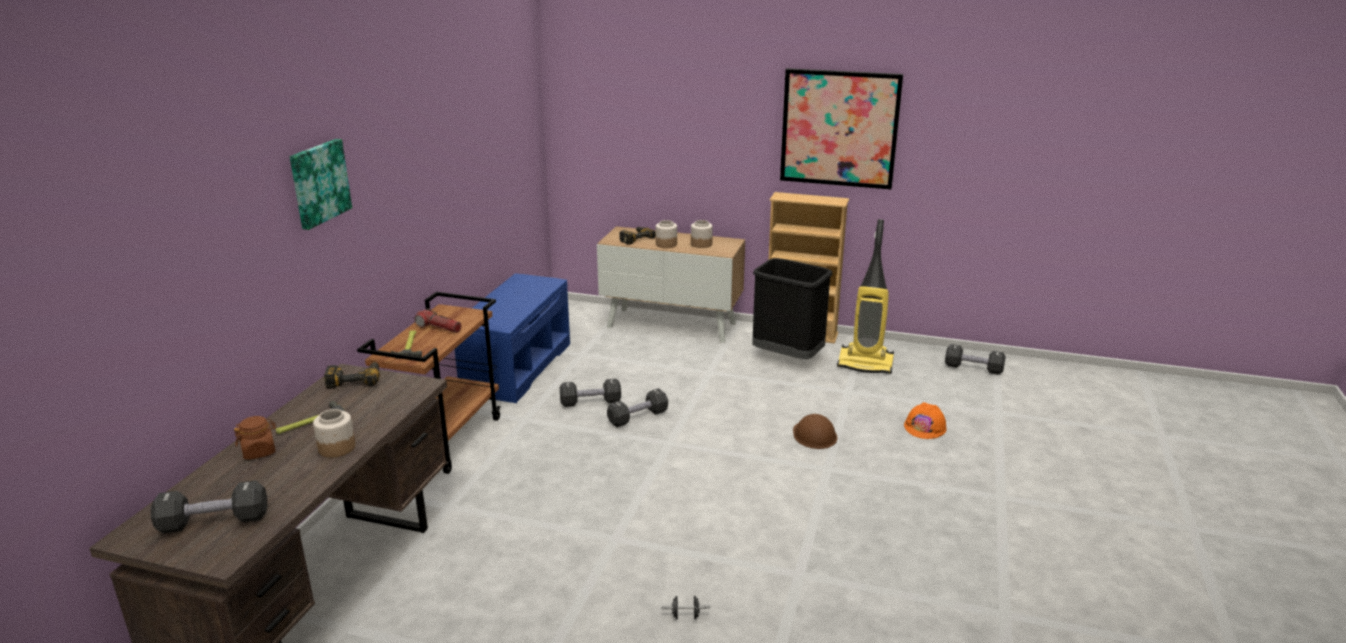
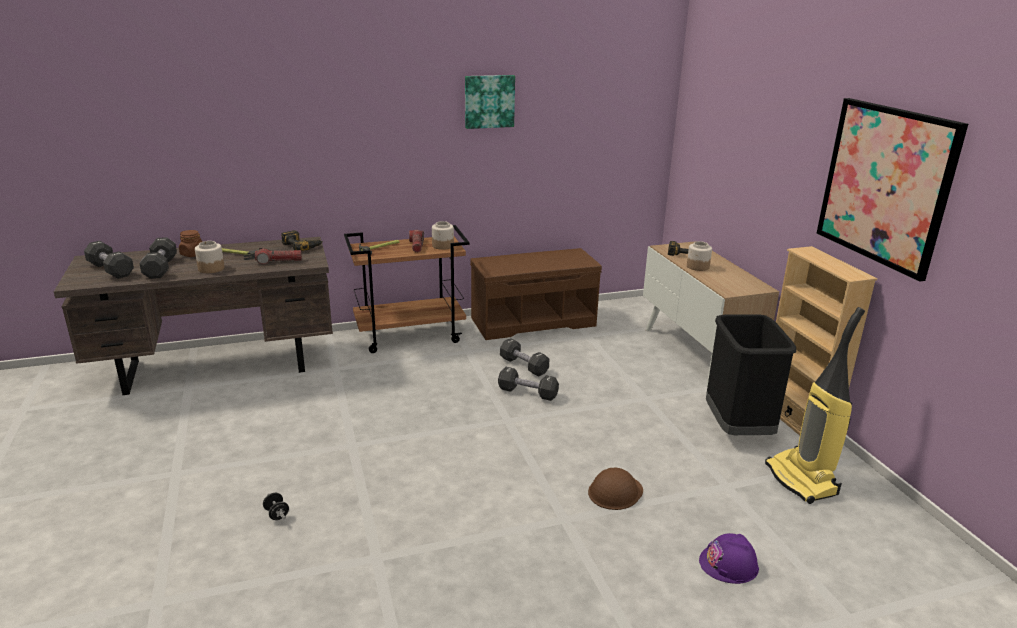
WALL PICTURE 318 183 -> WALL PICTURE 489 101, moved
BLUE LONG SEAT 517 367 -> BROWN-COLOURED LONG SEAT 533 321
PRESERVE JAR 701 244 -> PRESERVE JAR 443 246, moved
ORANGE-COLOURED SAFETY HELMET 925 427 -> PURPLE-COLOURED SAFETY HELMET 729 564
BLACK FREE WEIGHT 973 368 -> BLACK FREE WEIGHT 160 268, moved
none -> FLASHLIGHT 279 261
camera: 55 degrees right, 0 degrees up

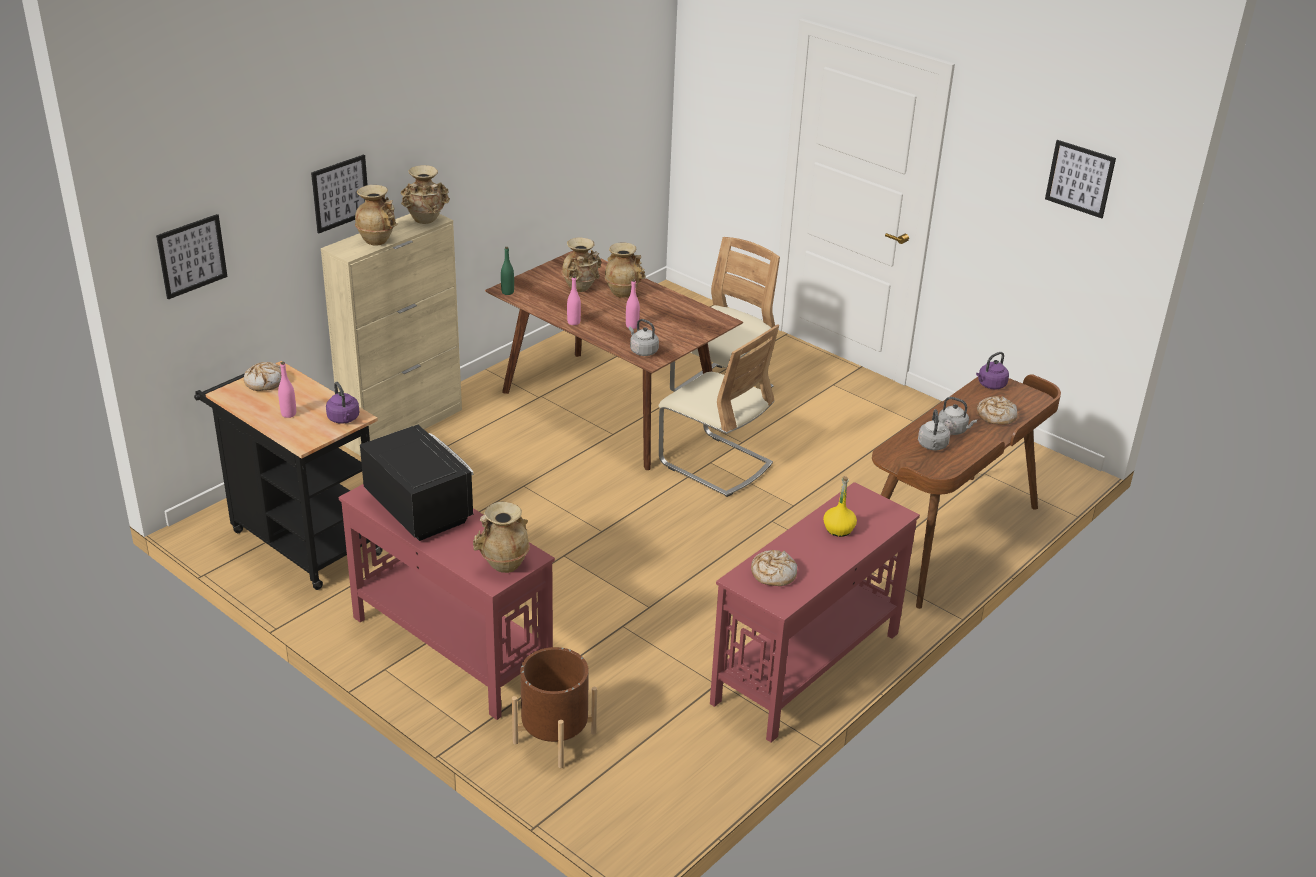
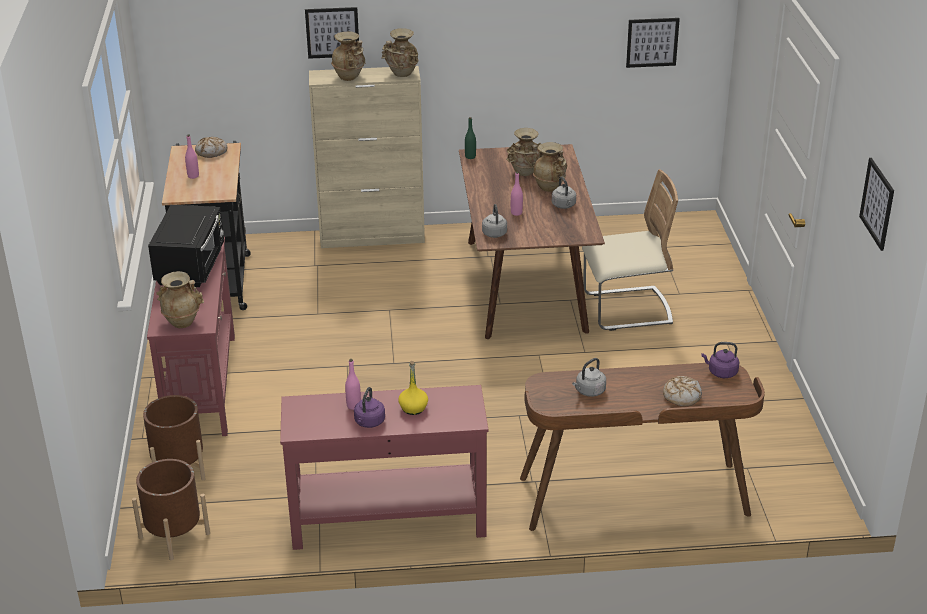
WALL PICTURE 192 256 -> WALL PICTURE 652 42, moved
PURPLE-COLOURED TEA KETTLE 344 419 -> PURPLE-COLOURED TEA KETTLE 369 422, moved
PINK-COLOURED BOTTLE 573 322 -> PINK-COLOURED BOTTLE 353 406, moved
SAND-COLOURED UPRIGHT CHAIR 715 464 -> none
BAKERY BREAD 773 574 -> none
GREY TEA KETTLE 953 430 -> GREY TEA KETTLE 564 206, moved
none -> BROWN-COLOURED PLANTER 174 535
camera: 45 degrees right, 0 degrees up

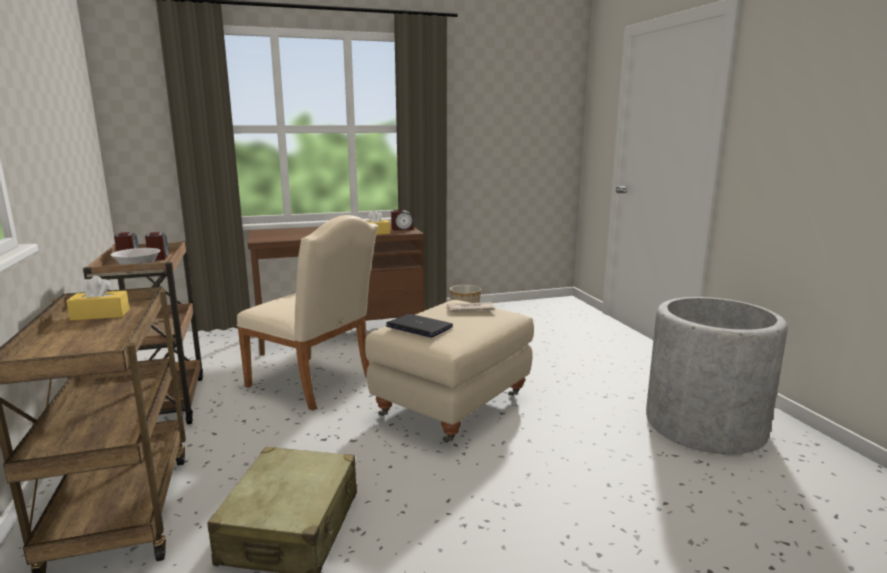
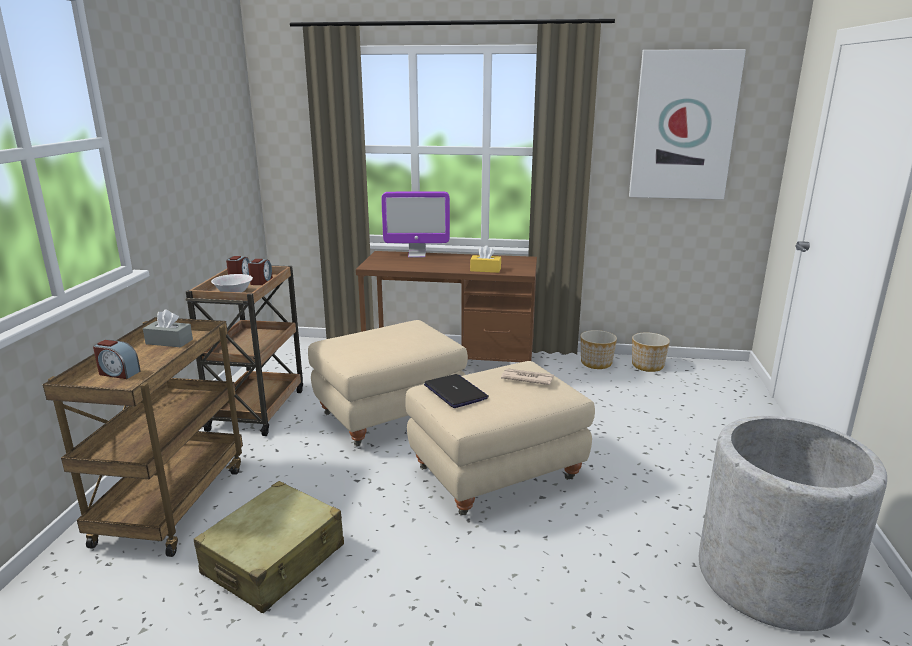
YELLOW-COLOURED BOX OF TISSUES 100 315 -> GREY BOX OF TISSUES 169 342
SAND-COLOURED UPRIGHT CHAIR 315 383 -> SAND-COLOURED FOOTREST 390 418
TABLE CLOCK 402 229 -> TABLE CLOCK 118 373, moved
none -> MONITOR 417 255
none -> WALL PICTURE 683 126
none -> PLANTER 647 366
camera: 25 degrees right, 5 degrees up

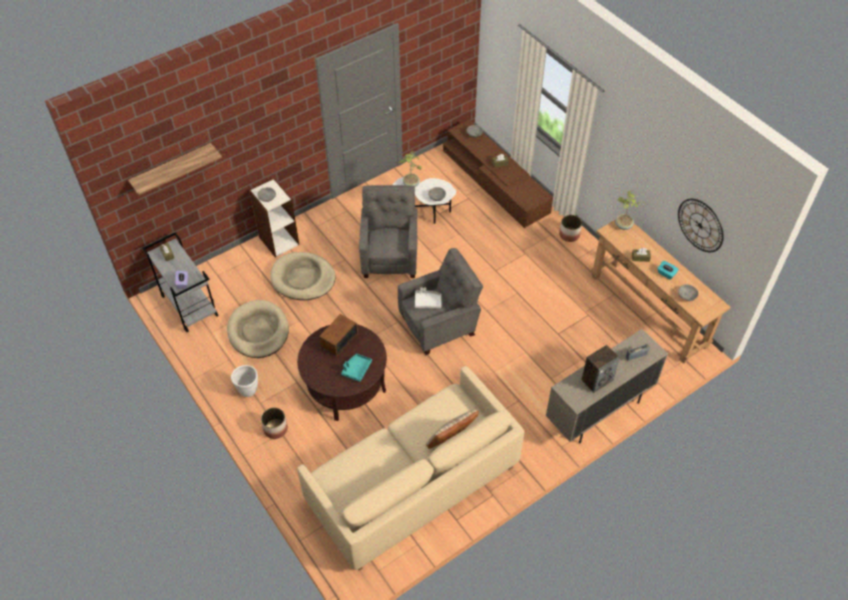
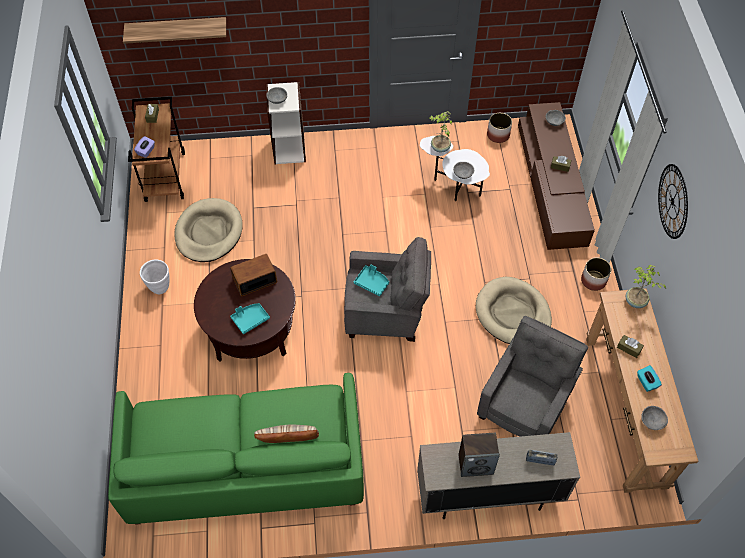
GREY CART 189 306 -> BROWN-COLOURED CART 164 176
PLANTER 276 429 -> PLANTER 498 135, moved
SAND-COLOURED DOG BED 303 278 -> SAND-COLOURED DOG BED 512 313, moved
SAND-COLOURED SETTEE 412 483 -> GREEN-COLOURED SETTEE 245 465
GREY LOUNGE CHAIR 390 256 -> GREY LOUNGE CHAIR 525 404, moved
WHITISH CARRYING TRAY 427 302 -> TURQUOISE-COLOURED CARRYING TRAY 372 283
CLOCK ON THE WALL 700 225 -> CLOCK ON THE WALL 672 201, moved
camera: 30 degrees right, 5 degrees up

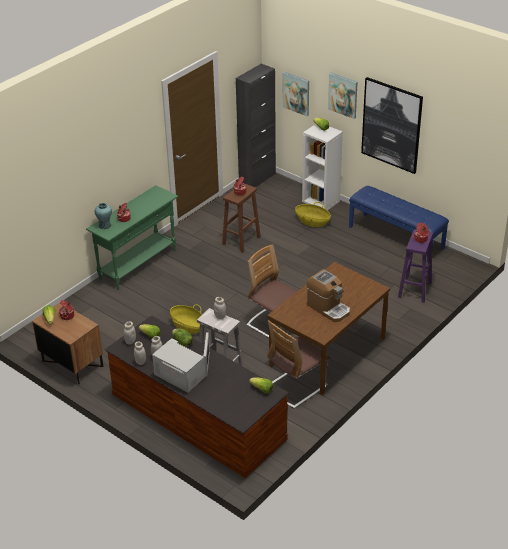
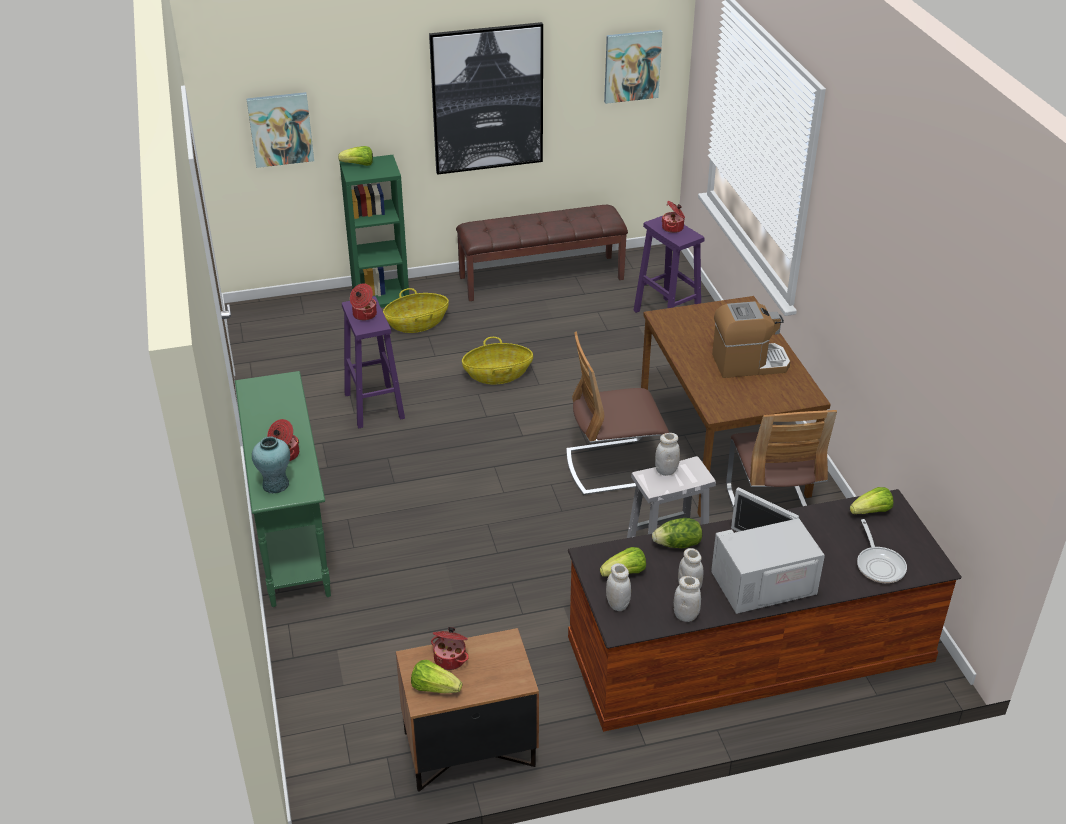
HOUSEHOLD BASKET 188 326 -> HOUSEHOLD BASKET 497 375, moved
BROWN-COLOURED STOOL SEAT 241 241 -> PURPLE-COLOURED STOOL SEAT 375 406
BLACK CABINET 257 179 -> none
WHITISH BOOKSHELF 321 201 -> GREEN-COLOURED BOOKSHELF 381 295
WALL PICTURE 343 95 -> WALL PICTURE 632 66, moved
BLUE LONG SEAT 396 237 -> BROWN-COLOURED LONG SEAT 541 277
none -> FRYING PAN 879 565
camera: 55 degrees left, 0 degrees up

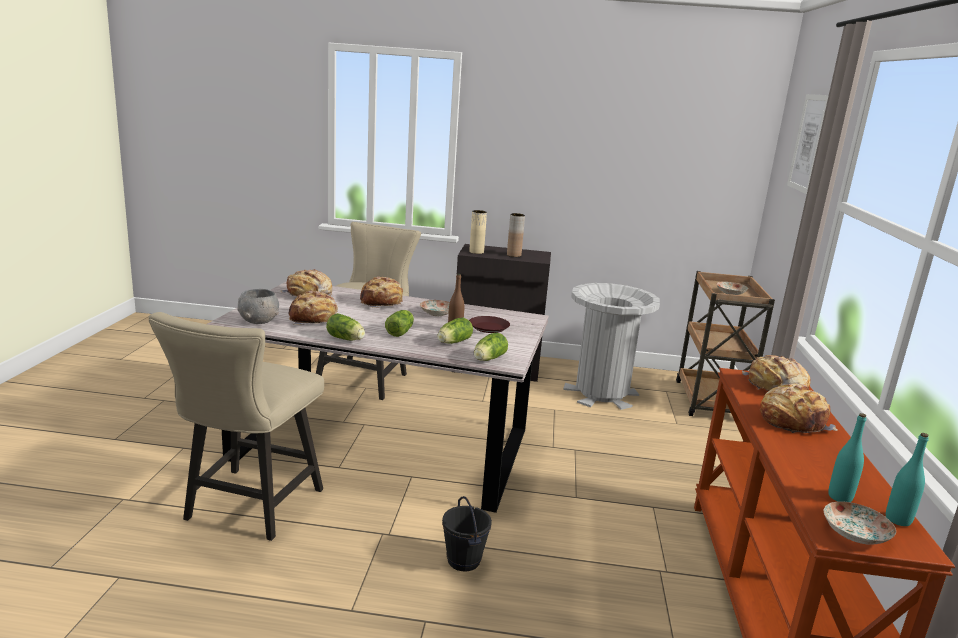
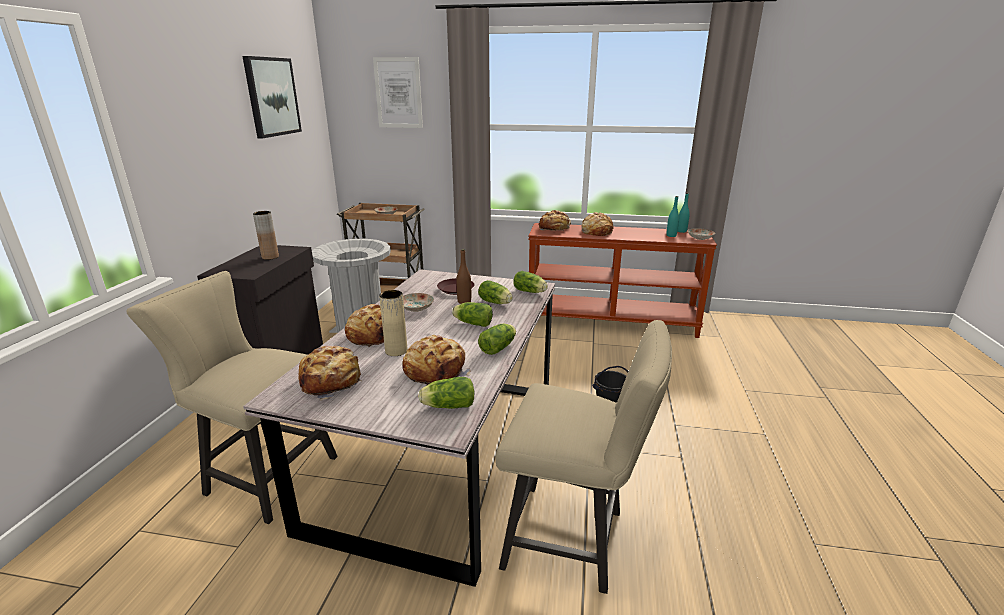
GREY SERVING BOWL 258 321 -> LETTUCE 447 406
SAND-COLOURED VASE 476 252 -> SAND-COLOURED VASE 396 351, moved
none -> WALL PICTURE 272 97
camera: 85 degrees left, 5 degrees up

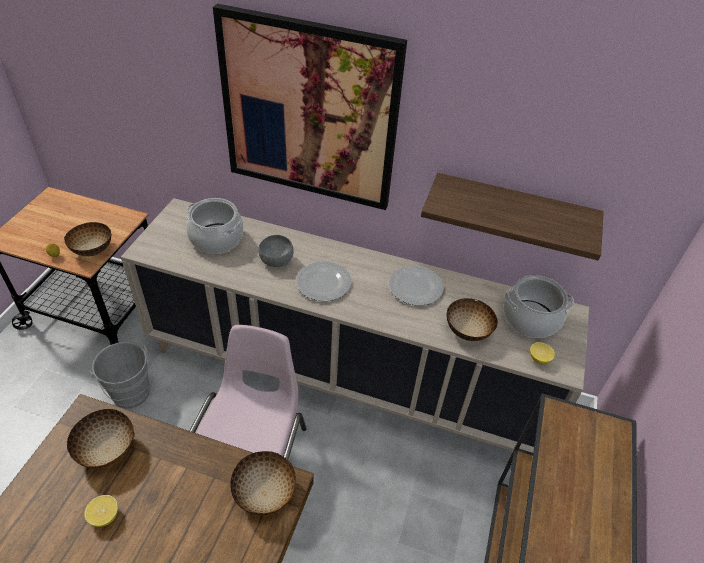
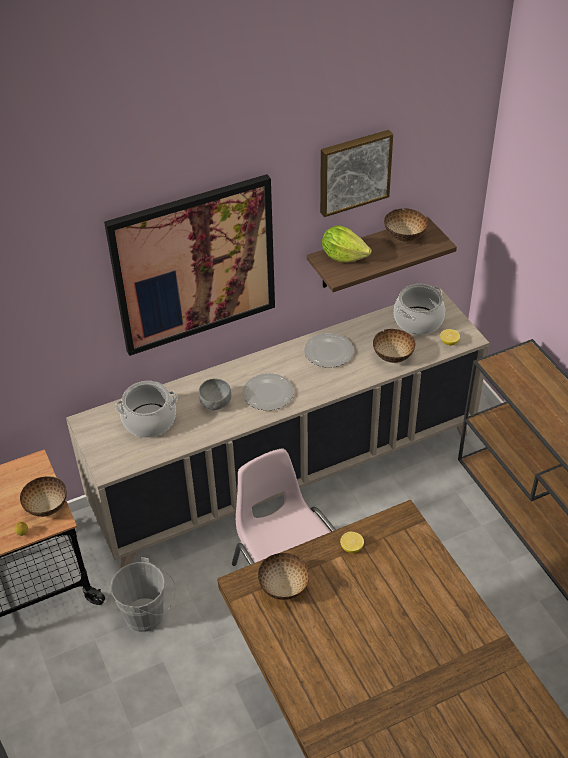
WHOLE LEMON 104 516 -> WHOLE LEMON 351 547, moved
SERVING BOWL 264 495 -> SERVING BOWL 405 237, moved
none -> WALL PICTURE 353 171
none -> LETTUCE 343 256
camera: 40 degrees left, 0 degrees up

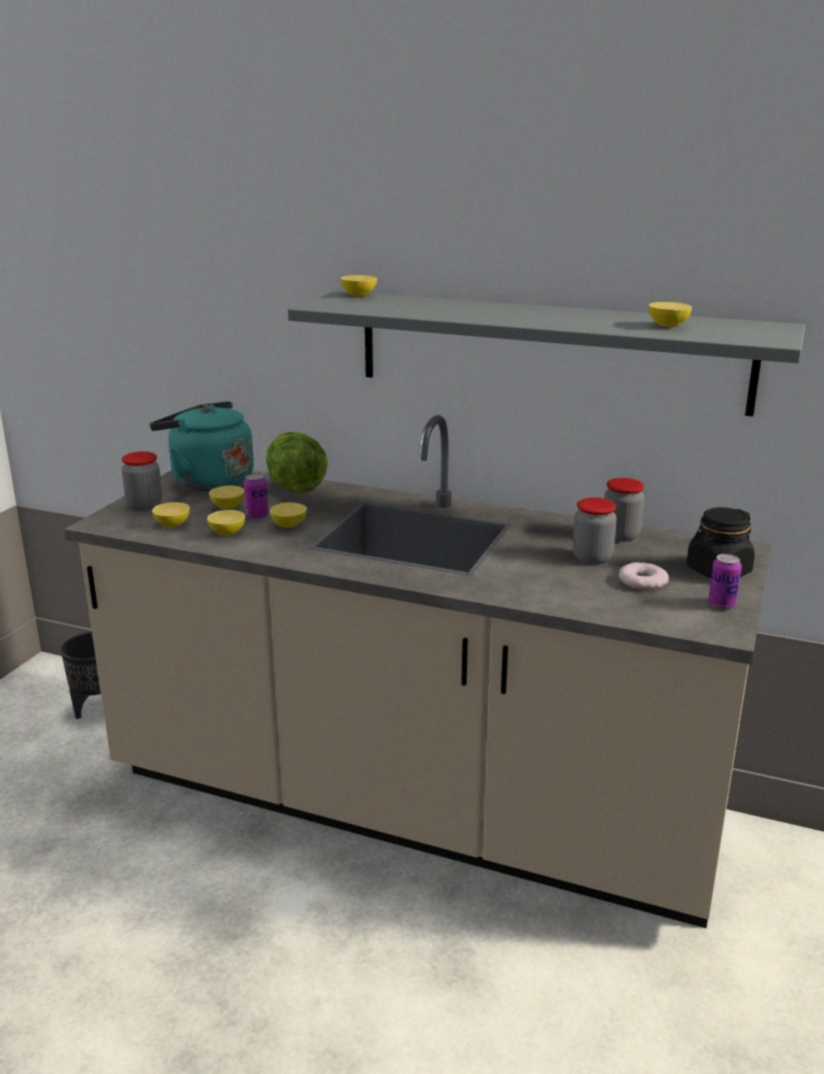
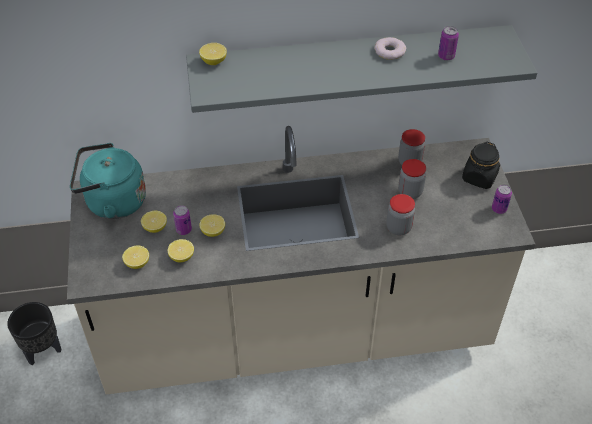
PRESERVE JAR 144 505 -> PRESERVE JAR 398 227, moved
LETTUCE 296 488 -> none
DONUT 642 581 -> DONUT 389 51, moved
WHOLE LEMON 668 326 -> METAL CAN 446 56
camera: 30 degrees left, 25 degrees up

